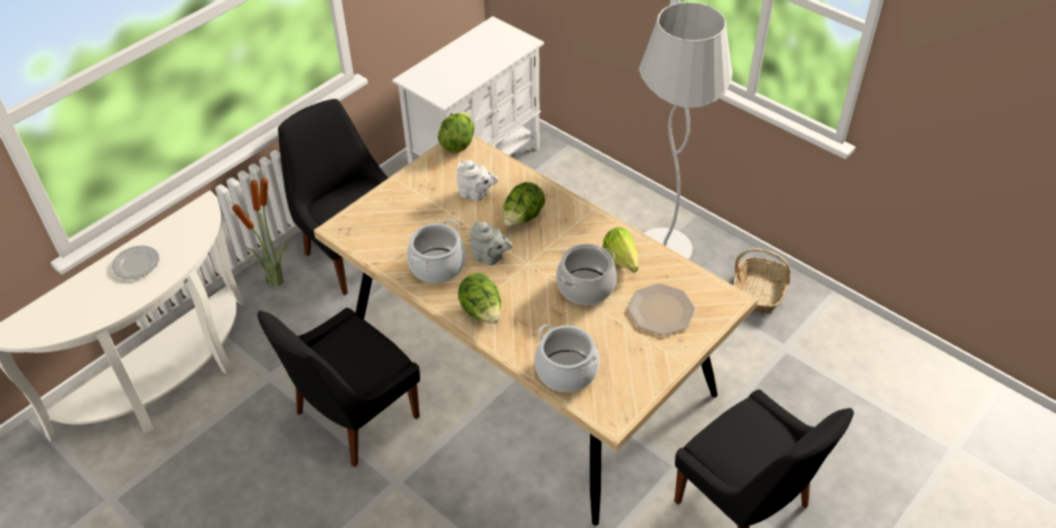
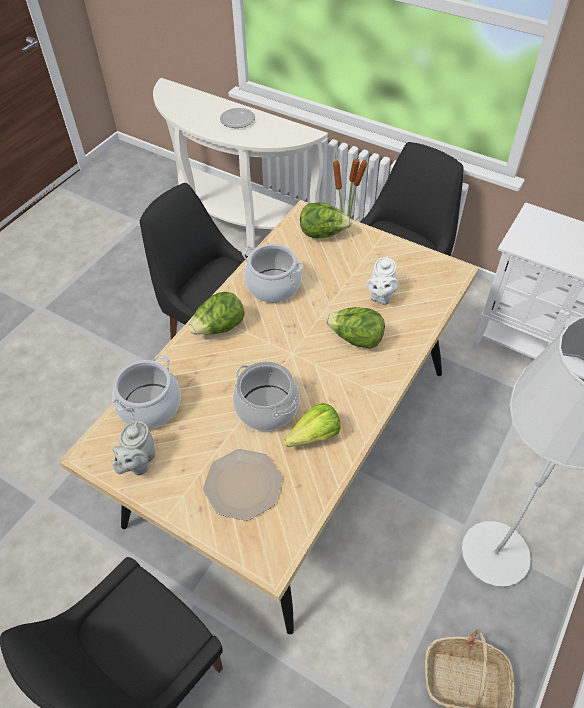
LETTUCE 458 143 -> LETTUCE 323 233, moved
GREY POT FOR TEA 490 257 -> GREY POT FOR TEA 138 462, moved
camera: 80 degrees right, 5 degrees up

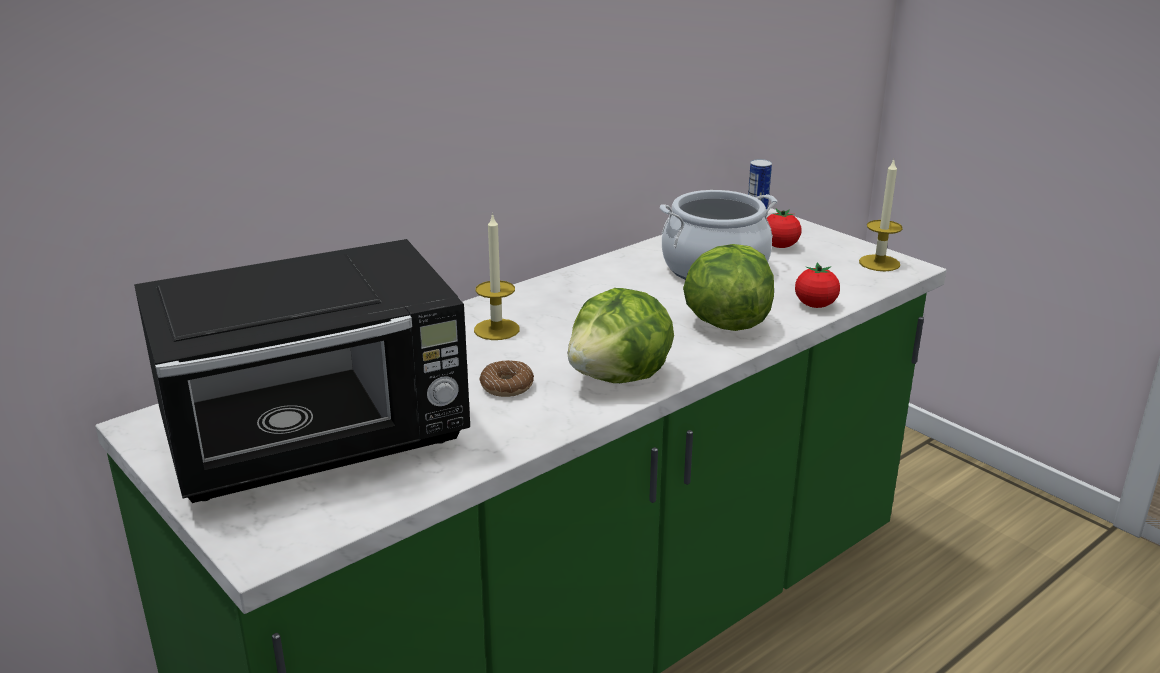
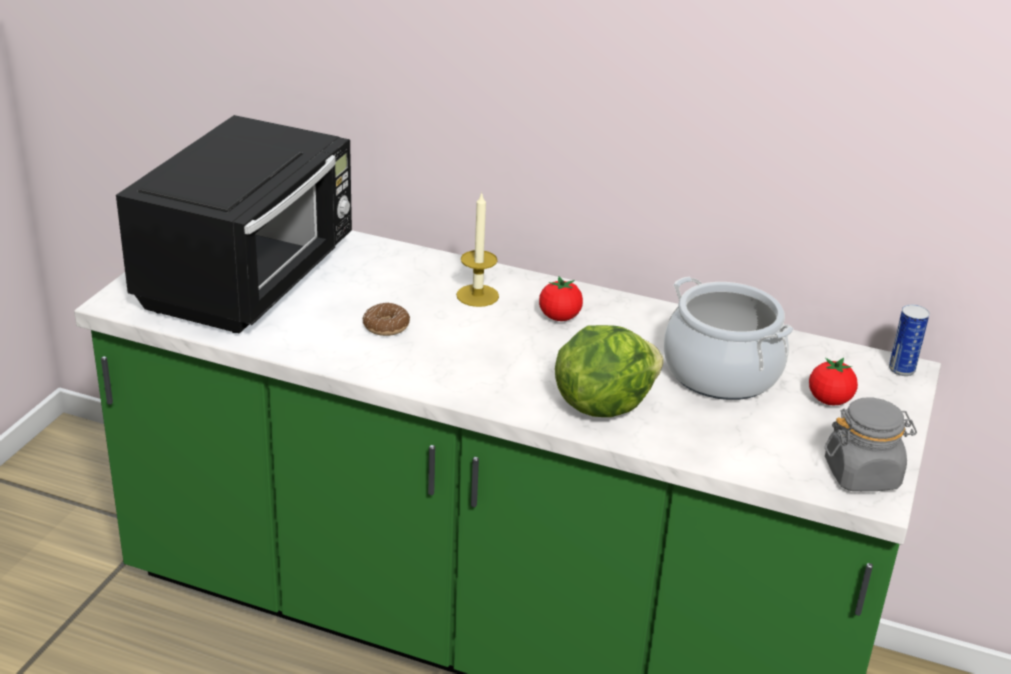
BLACK MICROWAVE OVEN 319 442 -> BLACK MICROWAVE OVEN 250 279, 105 degrees counterclockwise
LETTUCE 620 378 -> none
TOMATO 815 305 -> TOMATO 559 317, moved
WAX CANDLE 879 263 -> GREY PRESERVE JAR 862 474
camera: 60 degrees right, 5 degrees up

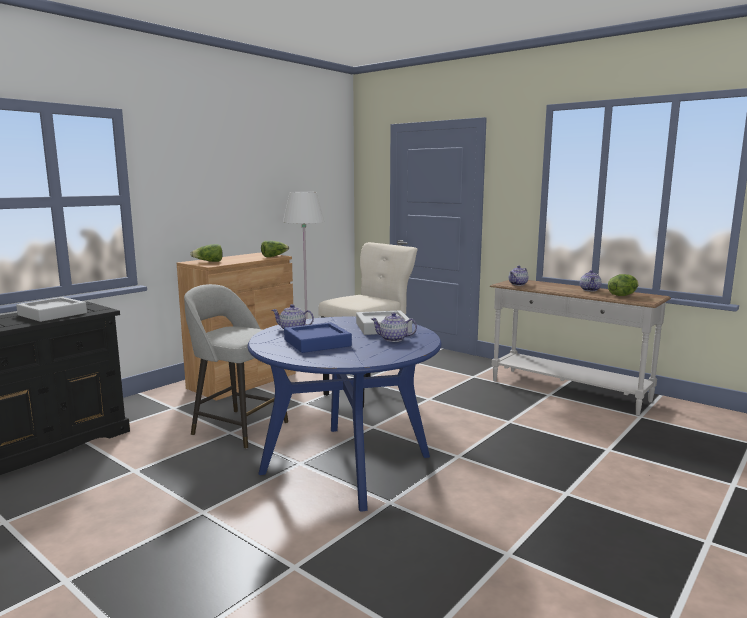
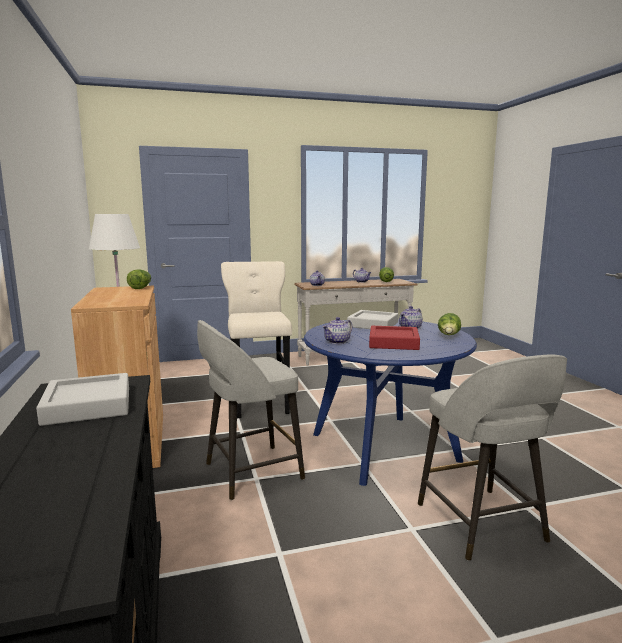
LETTUCE 209 262 -> LETTUCE 449 336, moved
BLUE CARRYING TRAY 317 343 -> RED CARRYING TRAY 393 343
none -> GREY STOOL SEAT 482 524
camera: 55 degrees left, 0 degrees up

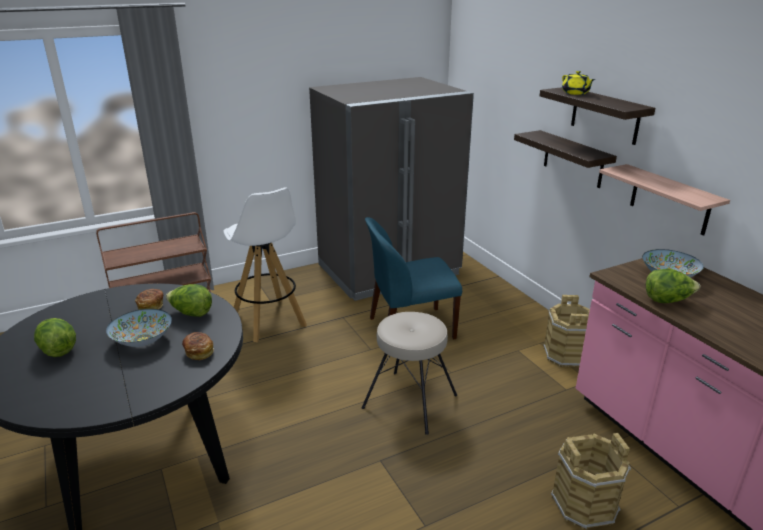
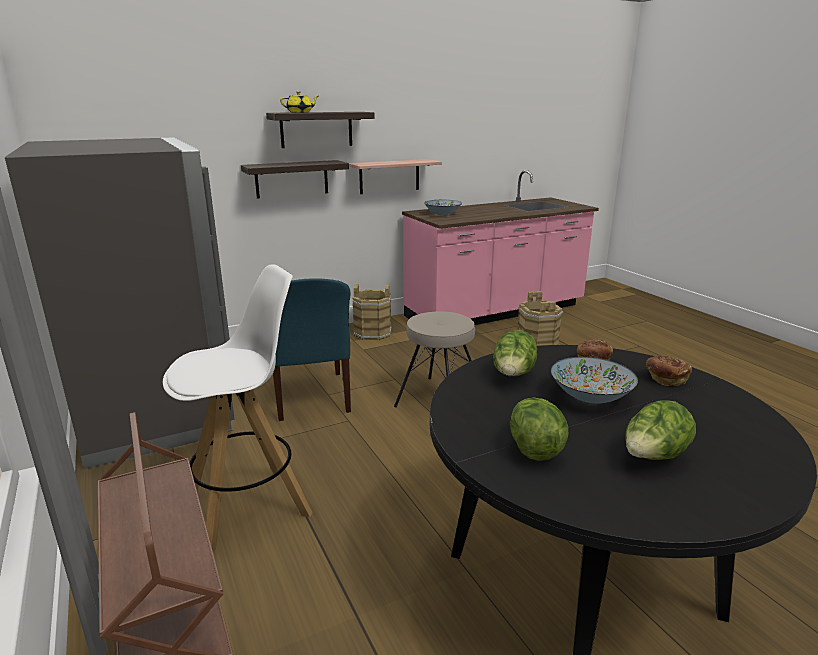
BAKERY BREAD 151 306 -> BAKERY BREAD 665 379, moved
LETTUCE 667 300 -> LETTUCE 534 448, moved
camera: 90 degrees left, 5 degrees down

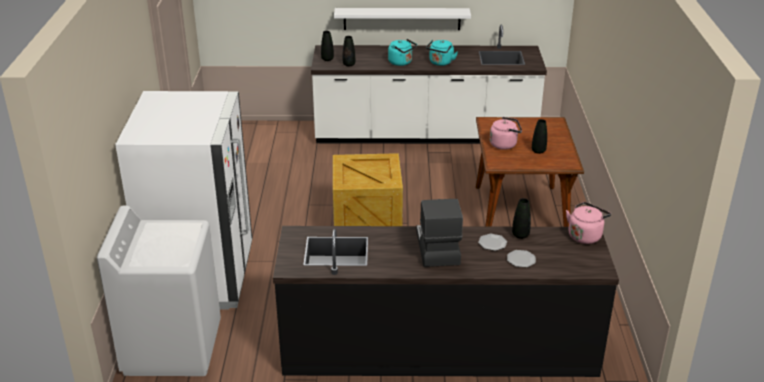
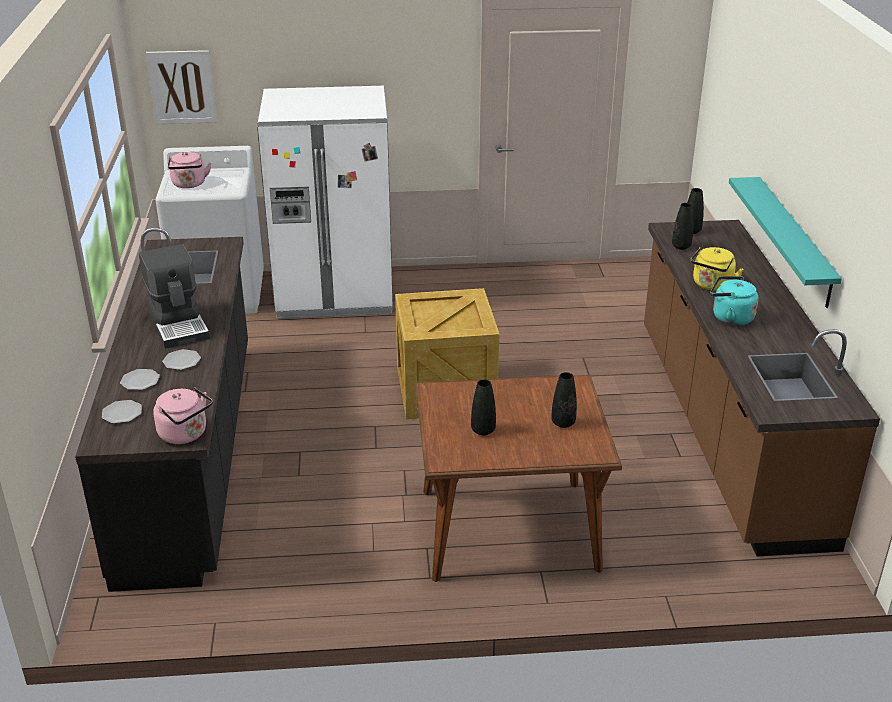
WHITISH KITCHEN BASE UNIT 425 135 -> BROWN-COLOURED KITCHEN BASE UNIT 726 429
WHITISH BRACKET SHELF 402 18 -> TURQUOISE-COLOURED BRACKET SHELF 794 240
TURQUOISE-COLOURED TEA KETTLE 401 62 -> YELLOW-COLOURED TEA KETTLE 711 285
COFFEE MACHINE 436 248 -> COFFEE MACHINE 179 324, 75 degrees clockwise
PINK-COLOURED TEA KETTLE 505 144 -> PINK-COLOURED TEA KETTLE 189 185, moved
BLACK VASE 520 235 -> BLACK VASE 563 423, moved
none -> FLAT DISH 122 413
none -> WALL PICTURE 182 87
camera: 85 degrees right, 0 degrees up

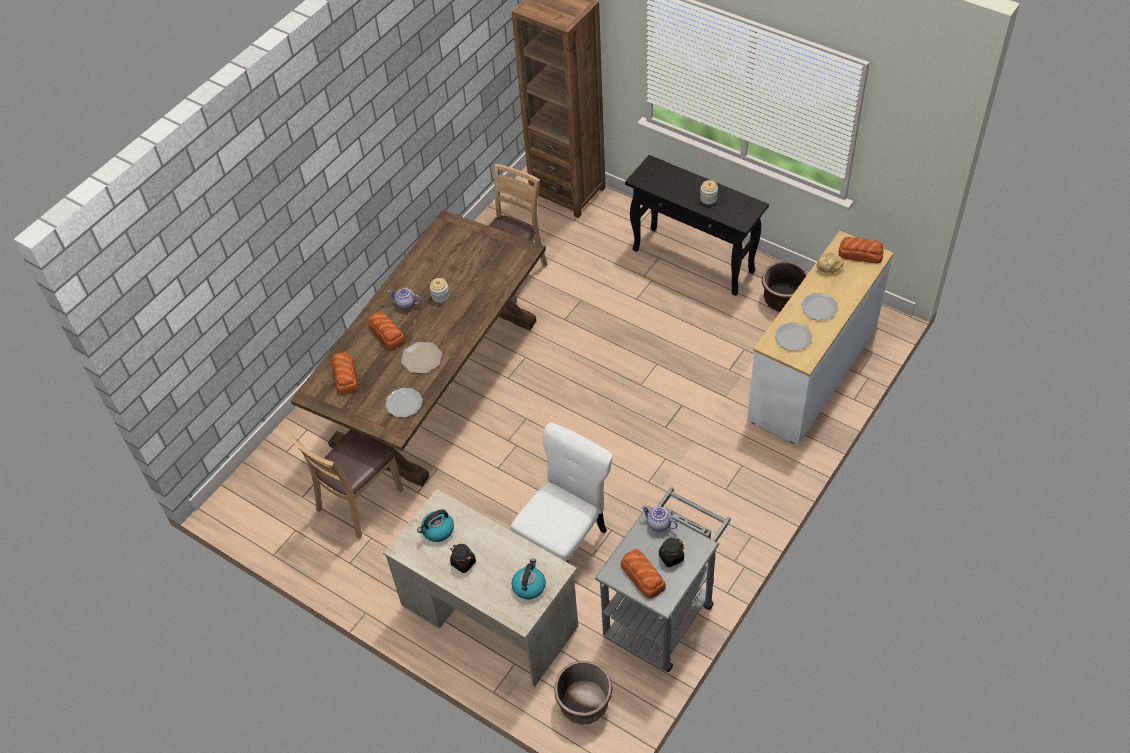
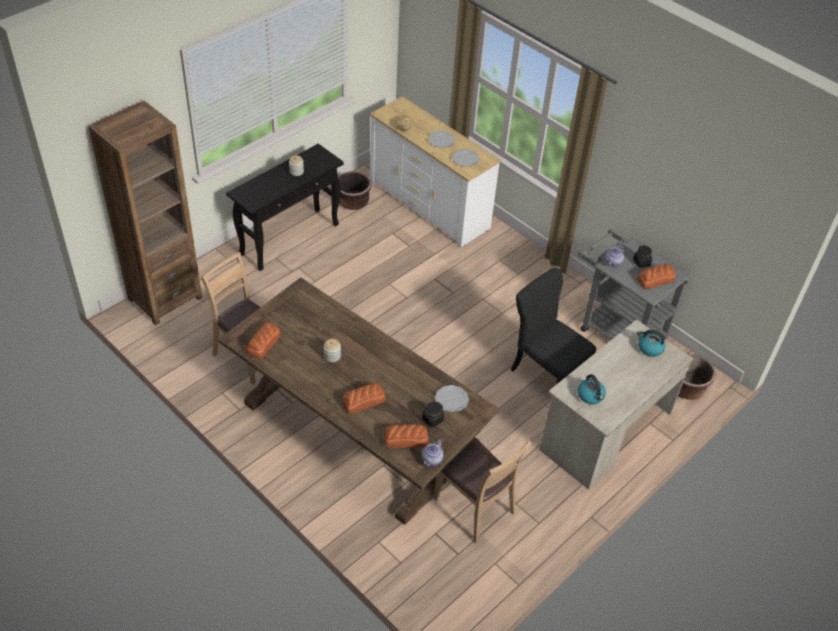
POT FOR TEA 405 304 -> POT FOR TEA 432 460, moved
FLAT DISH 421 358 -> none
BLACK PRESERVE JAR 463 562 -> BLACK PRESERVE JAR 432 419, moved
WHITISH UPRIGHT CHAIR 565 541 -> BLACK UPRIGHT CHAIR 545 372
BAKERY BREAD 860 253 -> BAKERY BREAD 263 343, moved
camera: 85 degrees left, 5 degrees down

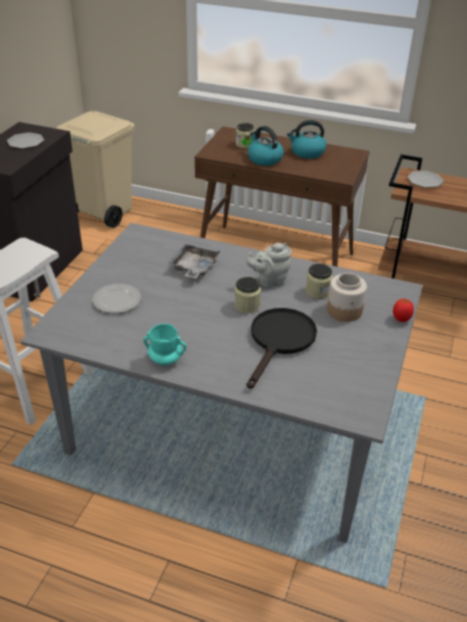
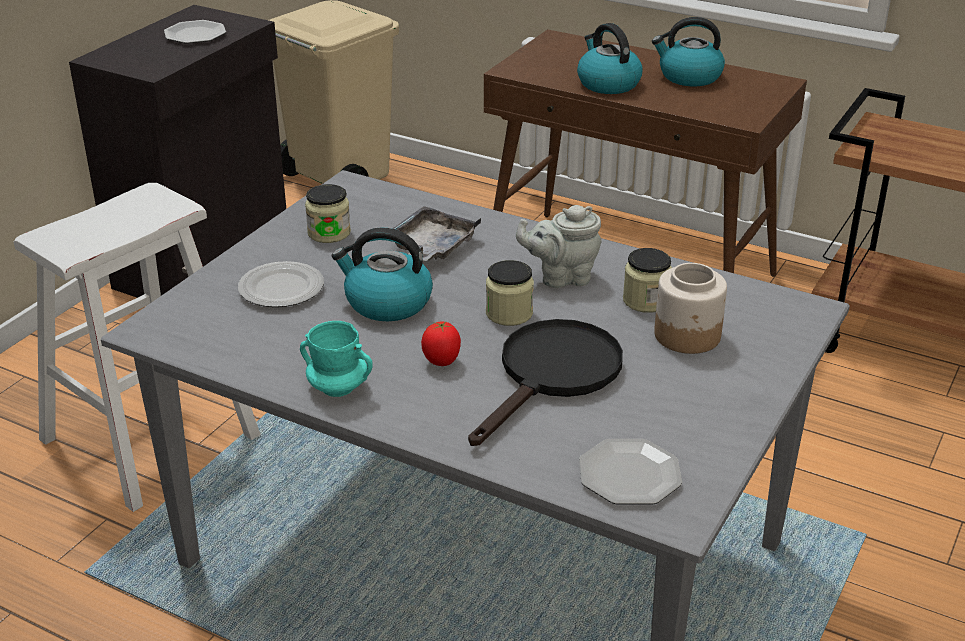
PRESERVE JAR 244 144 -> PRESERVE JAR 329 233, moved
TOMATO 401 319 -> TOMATO 442 362, moved
FLAT DISH 424 181 -> FLAT DISH 628 475, moved
none -> TEA KETTLE 386 303
camera: 10 degrees right, 5 degrees down

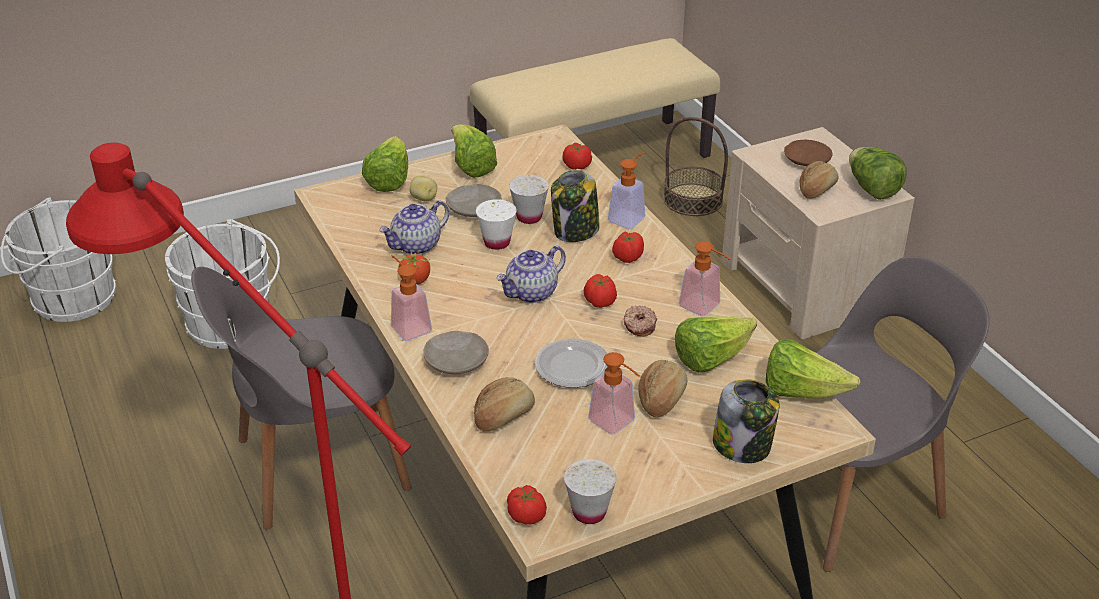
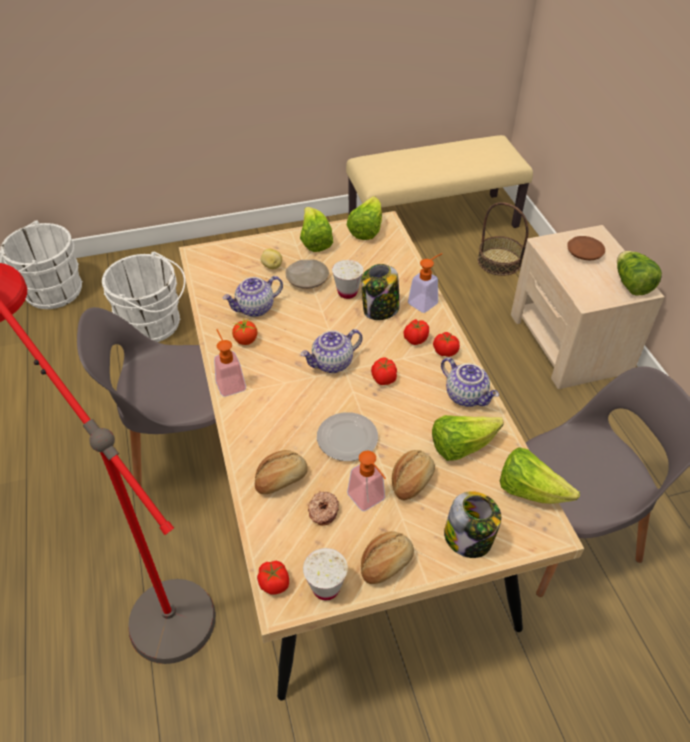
LETTUCE 389 180 -> LETTUCE 366 230, moved
SAND-COLOURED FLAT DISH 457 361 -> none
WHITISH SMALL CUP 497 242 -> none
TOMATO 577 166 -> TOMATO 445 351, moved
DONUT 639 326 -> DONUT 323 511, moved
SOAP DISPENSER 705 308 -> POT FOR TEA 467 396
BAKERY BREAD 816 189 -> BAKERY BREAD 385 563, moved
camera: 10 degrees right, 10 degrees up

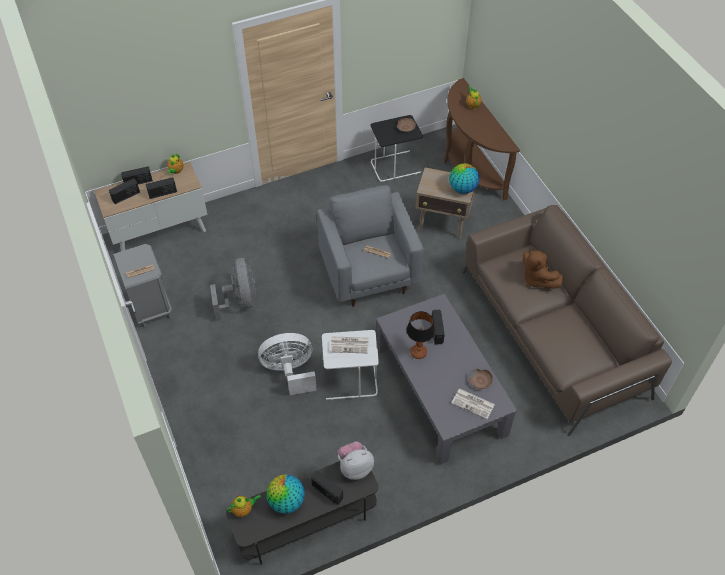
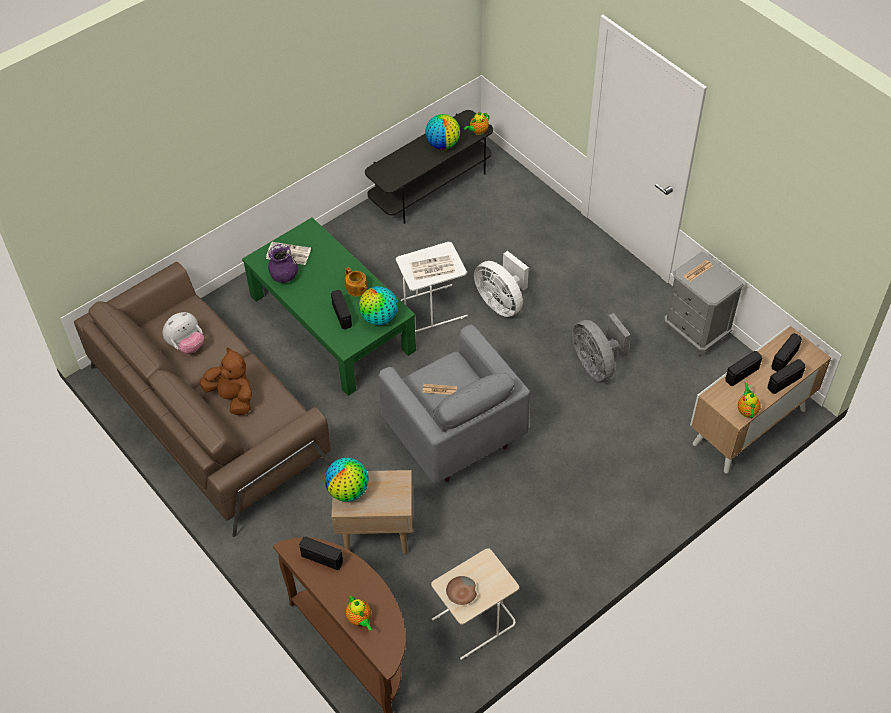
WHITISH ELECTRIC FAN 290 372 -> WHITISH ELECTRIC FAN 501 302, 75 degrees clockwise
RADIO SET 327 491 -> RADIO SET 322 558, moved
SOFT TOY 355 467 -> SOFT TOY 186 345, moved
BLACK ACCENT TABLE 395 166 -> SAND-COLOURED ACCENT TABLE 474 623
GREY COFFEE TABLE 440 390 -> GREEN-COLOURED COFFEE TABLE 331 322
TABLE LAMP 418 353 -> POT FOR TEA 356 289
BROWN-COLOURED SERVING BOWL 480 381 -> PURPLE-COLOURED VASE 284 276
none -> WORLD GLOBE 379 318
camera: 165 degrees right, 0 degrees up

